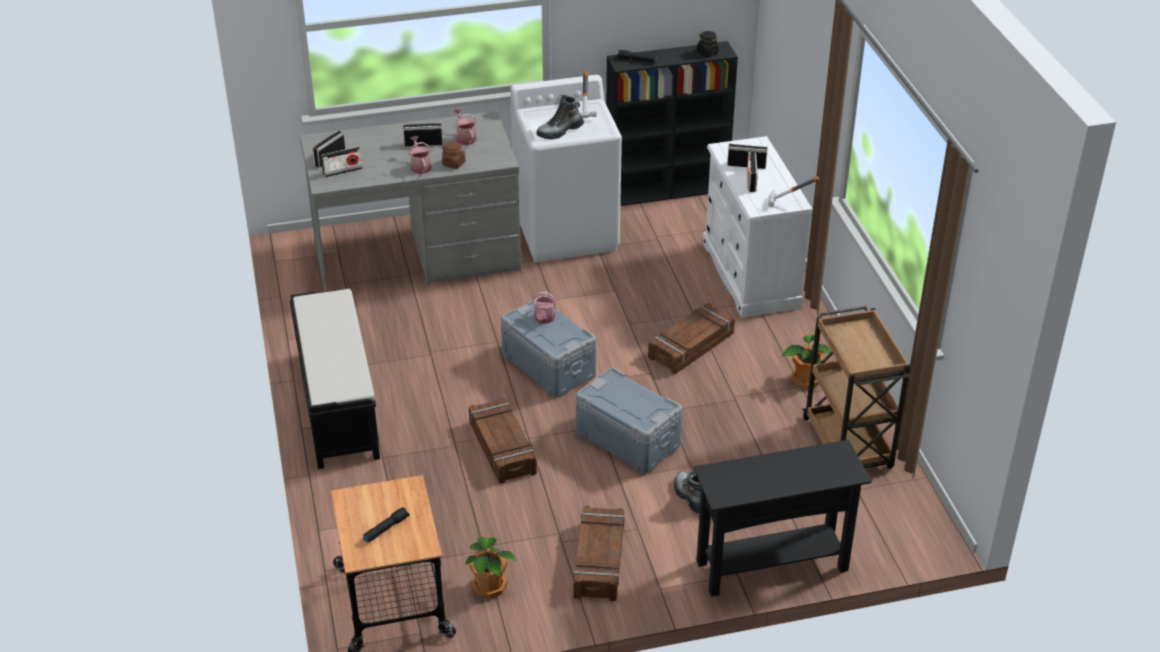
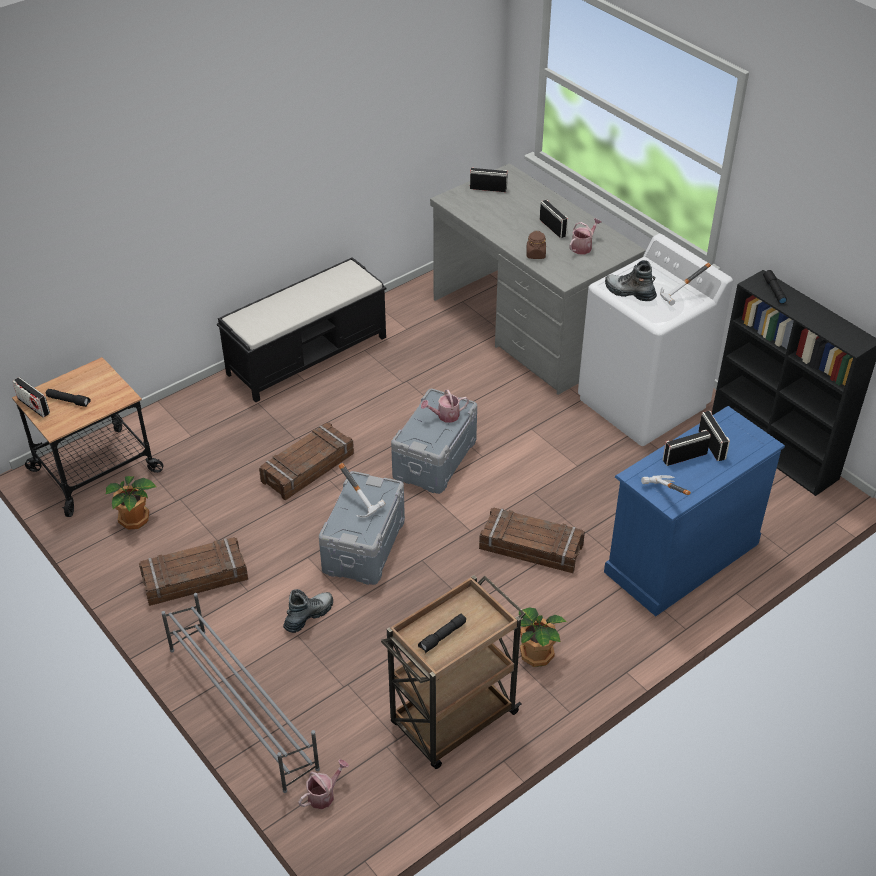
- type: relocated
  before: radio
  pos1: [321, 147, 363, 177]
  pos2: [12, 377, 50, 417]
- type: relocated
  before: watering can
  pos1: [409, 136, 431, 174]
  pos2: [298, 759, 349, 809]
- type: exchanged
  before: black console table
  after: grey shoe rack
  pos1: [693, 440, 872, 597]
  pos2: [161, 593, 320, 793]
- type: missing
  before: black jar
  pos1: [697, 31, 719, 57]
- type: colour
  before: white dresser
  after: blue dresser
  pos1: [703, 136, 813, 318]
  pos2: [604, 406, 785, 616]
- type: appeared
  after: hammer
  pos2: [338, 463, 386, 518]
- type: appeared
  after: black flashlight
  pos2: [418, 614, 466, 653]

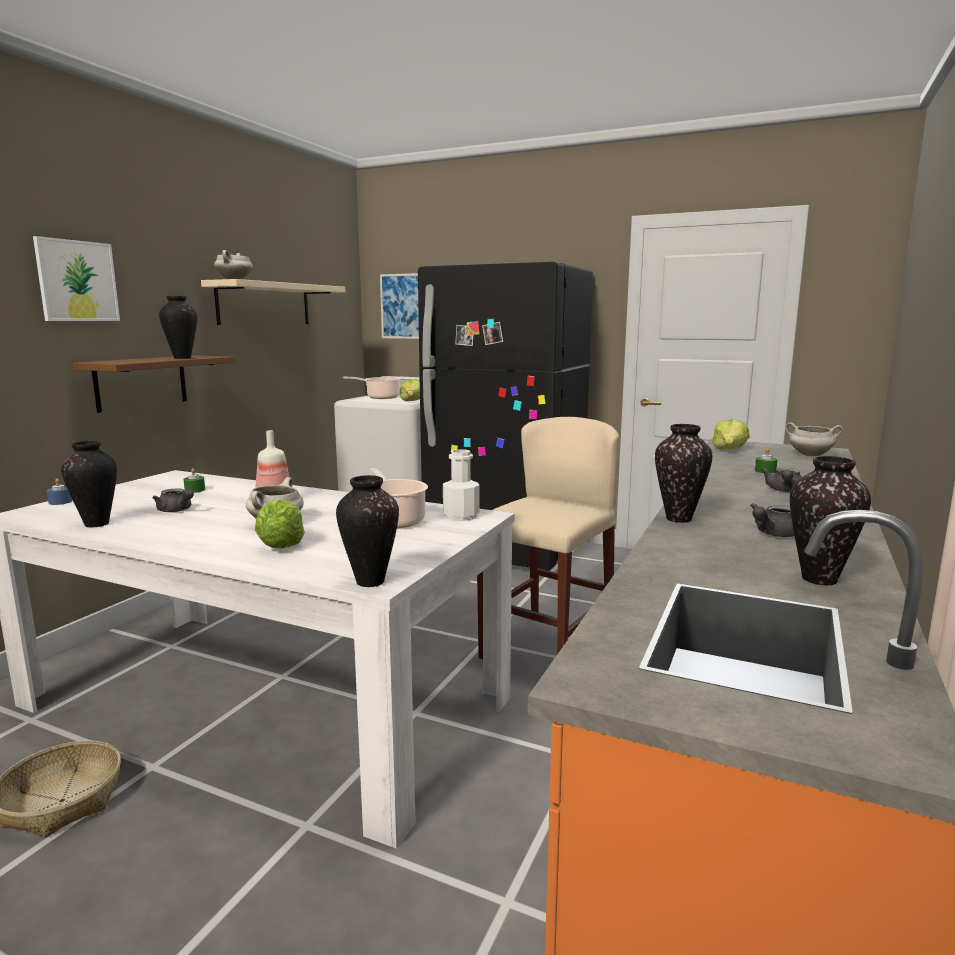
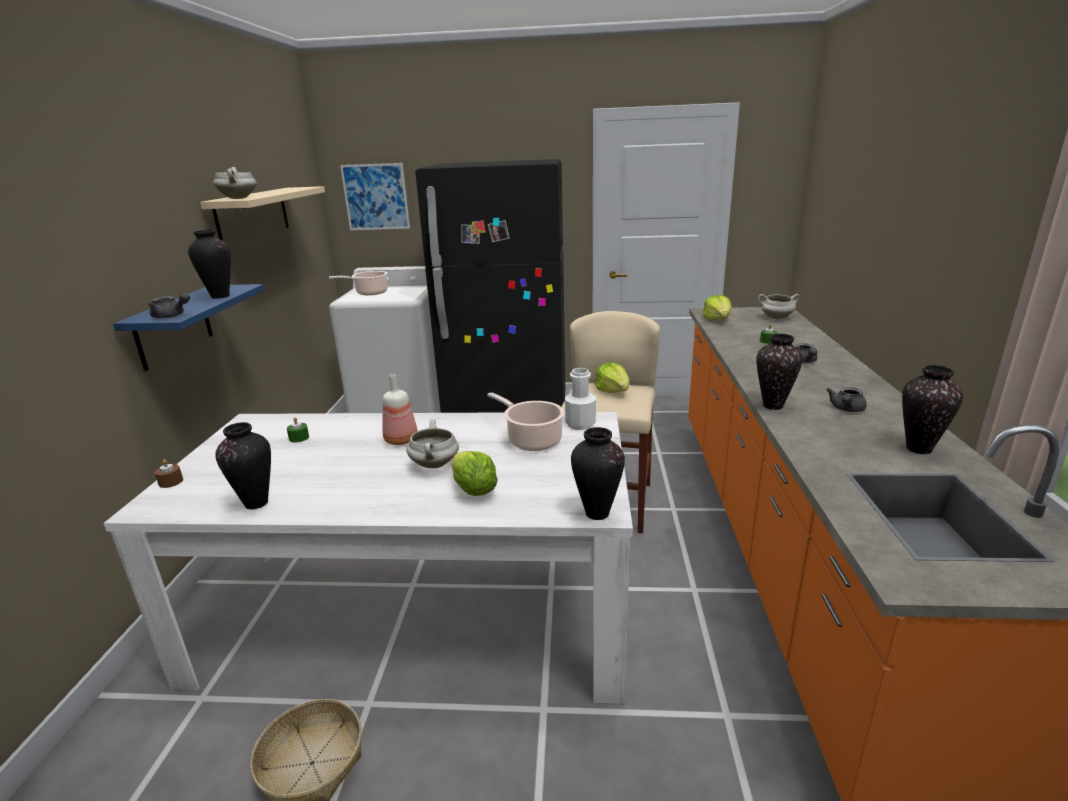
- type: missing
  before: picture
  pos1: [33, 236, 120, 321]
- type: colour
  before: blue candle
  after: brown candle
  pos1: [47, 478, 72, 505]
  pos2: [155, 459, 183, 488]
- type: colour
  before: brown shelf
  after: blue shelf
  pos1: [72, 355, 235, 413]
  pos2: [113, 284, 264, 371]
- type: relocated
  before: grey teapot
  pos1: [152, 488, 194, 512]
  pos2: [148, 293, 190, 318]
- type: relocated
  before: lettuce
  pos1: [400, 379, 420, 401]
  pos2: [595, 362, 629, 393]

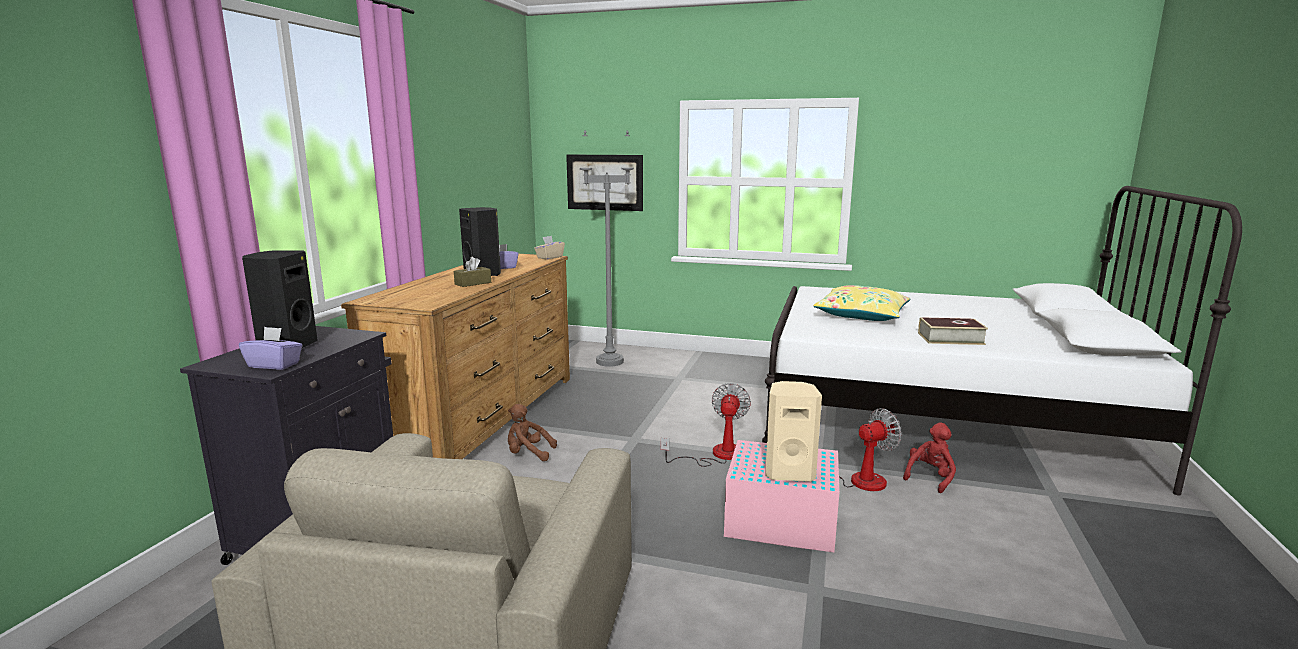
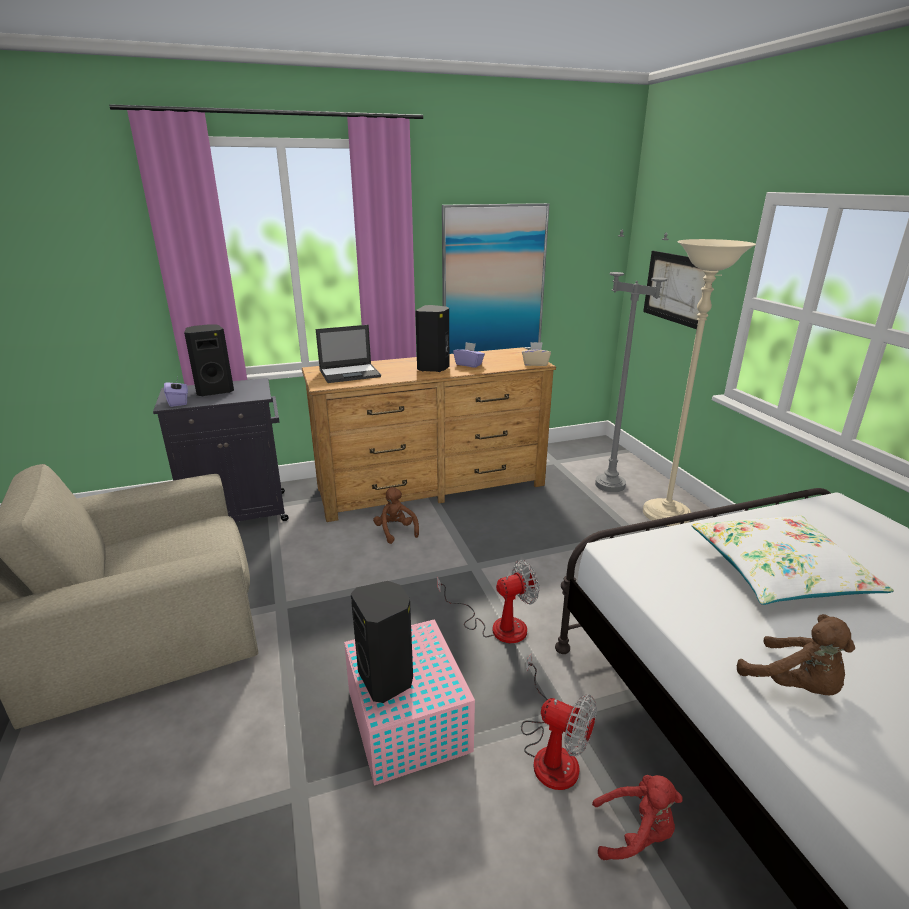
- type: missing
  before: brown tissue box
  pos1: [454, 257, 491, 287]
- type: colour
  before: beige speaker
  after: black speaker
  pos1: [765, 381, 822, 482]
  pos2: [351, 581, 413, 703]
- type: colour
  before: yellow pillow
  after: white pillow
  pos1: [814, 285, 911, 321]
  pos2: [692, 516, 894, 605]
- type: exchanged
  before: book
  after: brown plush toy
  pos1: [918, 317, 988, 345]
  pos2: [737, 614, 855, 695]
- type: appeared
  after: laptop
  pos2: [316, 325, 381, 383]
- type: appeared
  after: picture
  pos2: [442, 203, 549, 354]
- type: appeared
  after: beige floor lamp
  pos2: [643, 239, 756, 526]

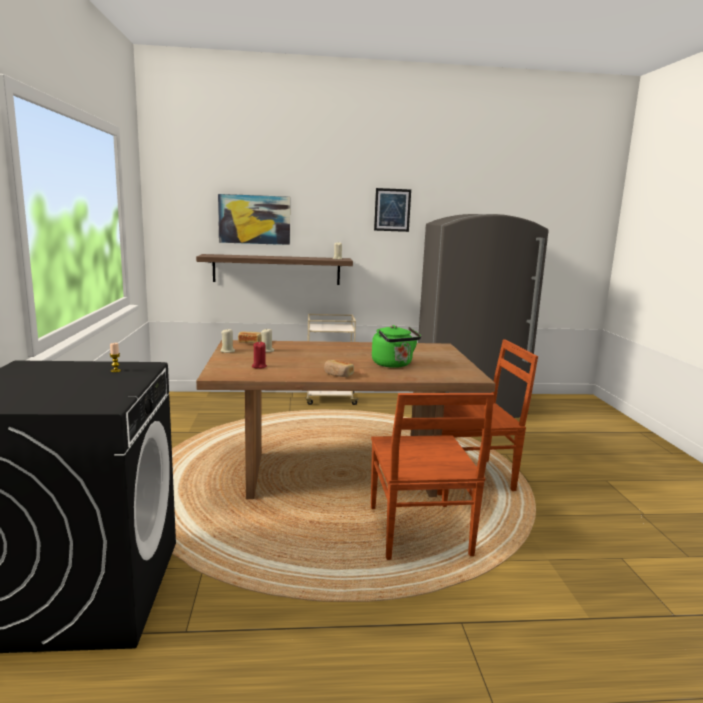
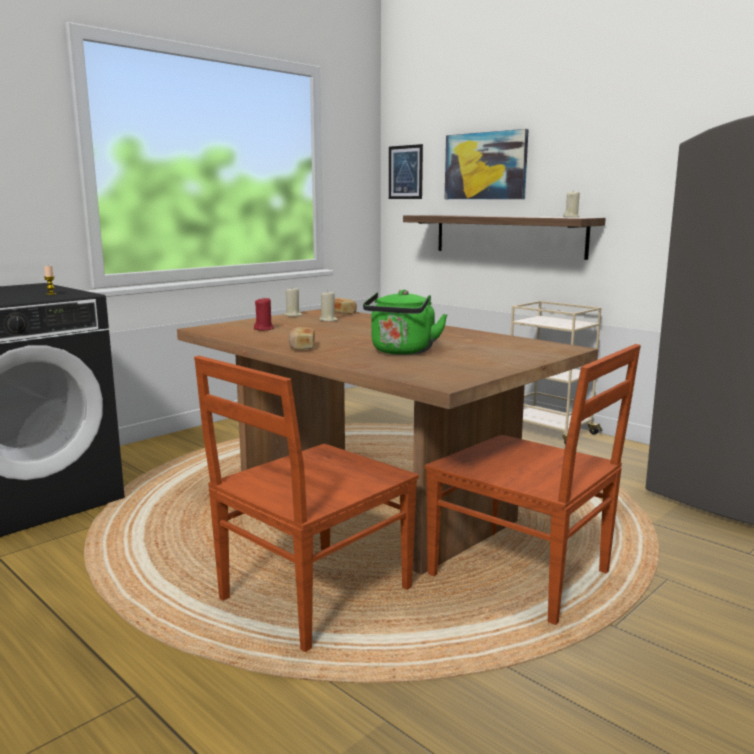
- type: relocated
  before: picture
  pos1: [374, 188, 411, 232]
  pos2: [389, 144, 423, 199]

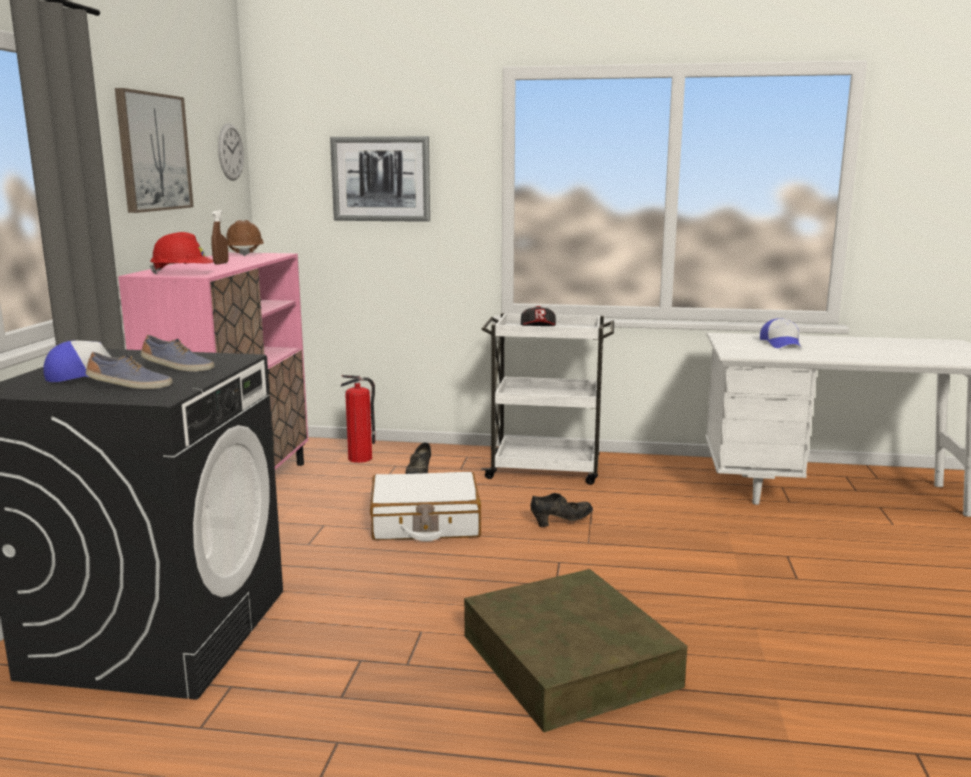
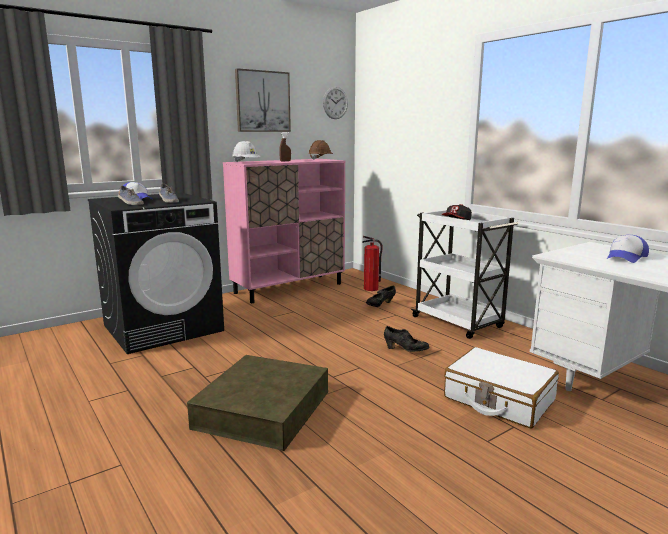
- type: colour
  before: red hard hat
  after: white hard hat
  pos1: [150, 232, 213, 274]
  pos2: [232, 141, 260, 162]
- type: missing
  before: picture
  pos1: [330, 136, 430, 222]
- type: relocated
  before: white suitcase
  pos1: [370, 472, 481, 541]
  pos2: [444, 347, 559, 428]

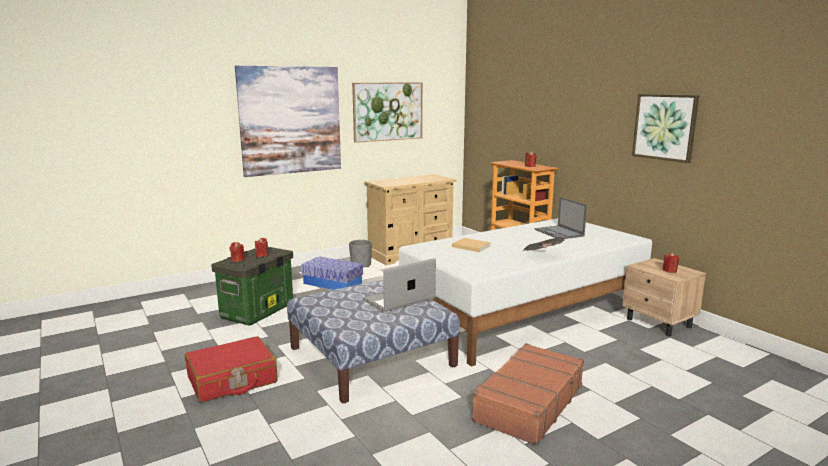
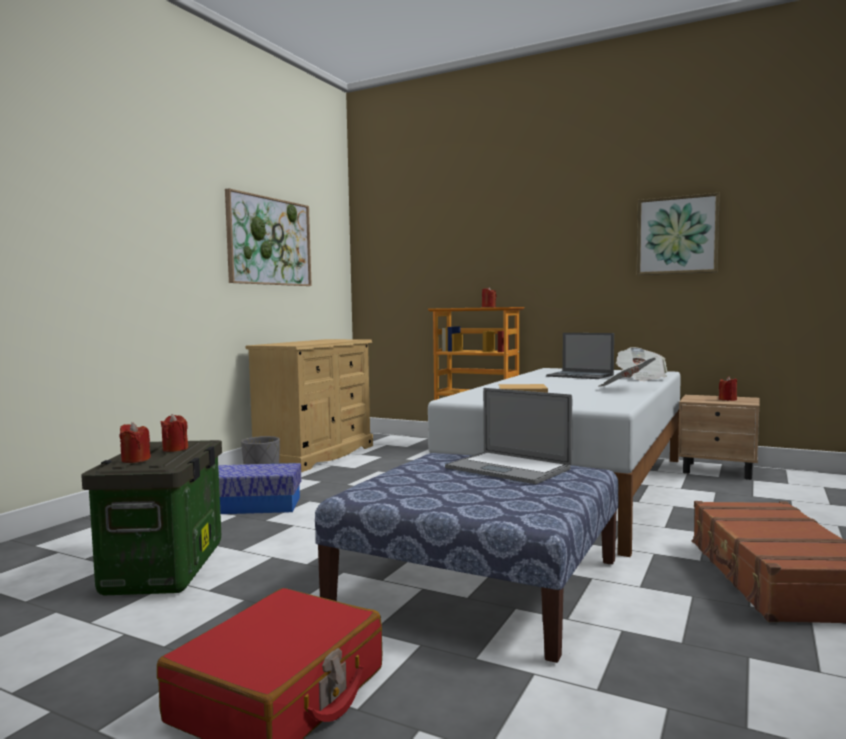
- type: missing
  before: picture
  pos1: [235, 66, 341, 177]
- type: spun
  before: laptop
  pos1: [362, 258, 436, 313]
  pos2: [445, 388, 572, 484]
  turn: -75
- type: appeared
  after: newspaper
  pos2: [616, 347, 667, 381]

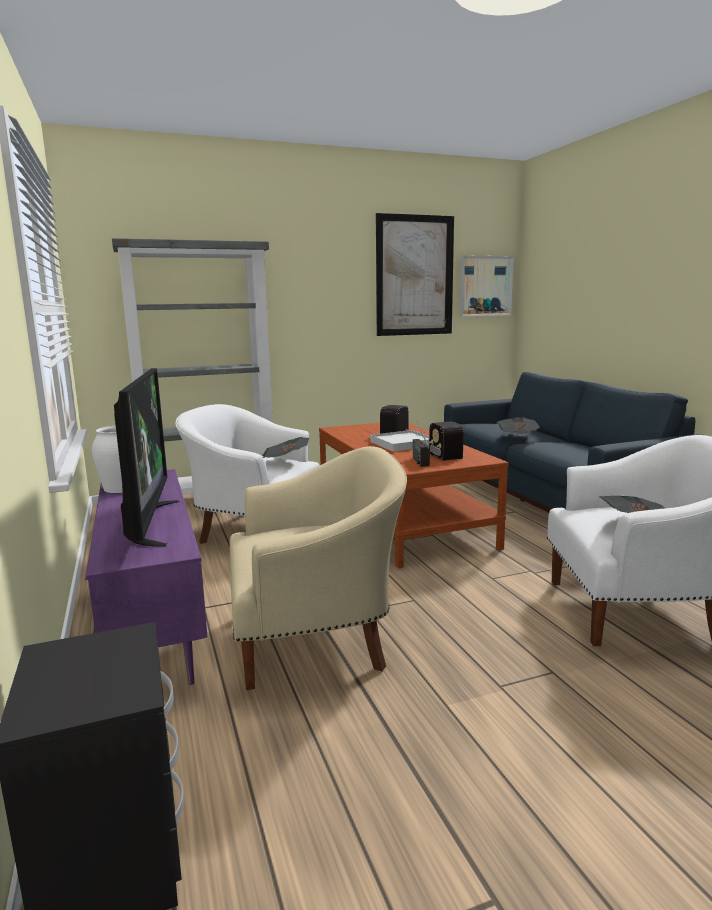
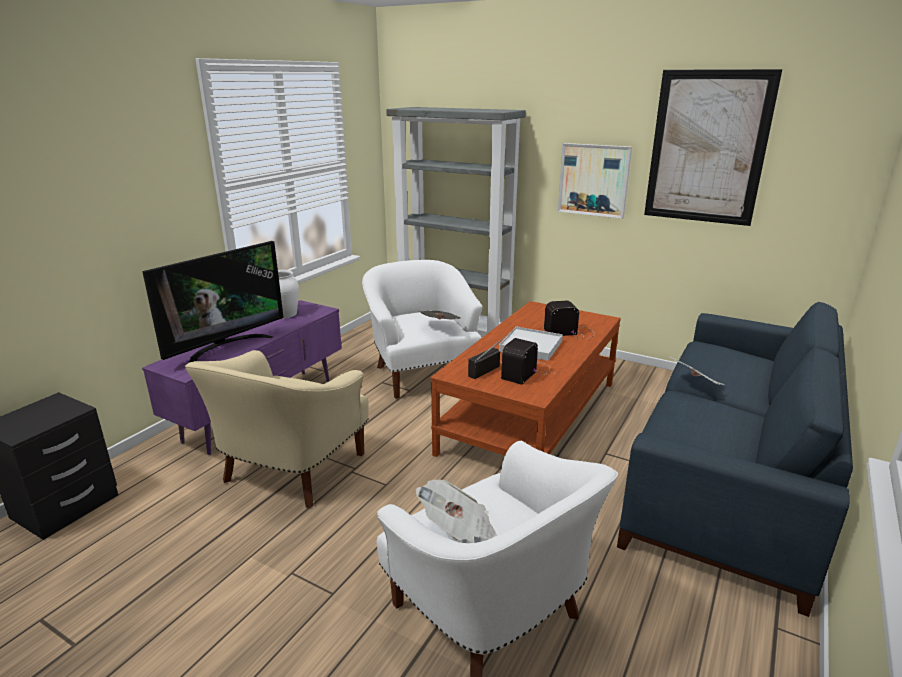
- type: spun
  before: beige armchair
  pos1: [229, 446, 407, 690]
  pos2: [185, 350, 369, 508]
  turn: 75
- type: relocated
  before: picture
  pos1: [460, 255, 514, 317]
  pos2: [558, 143, 632, 219]

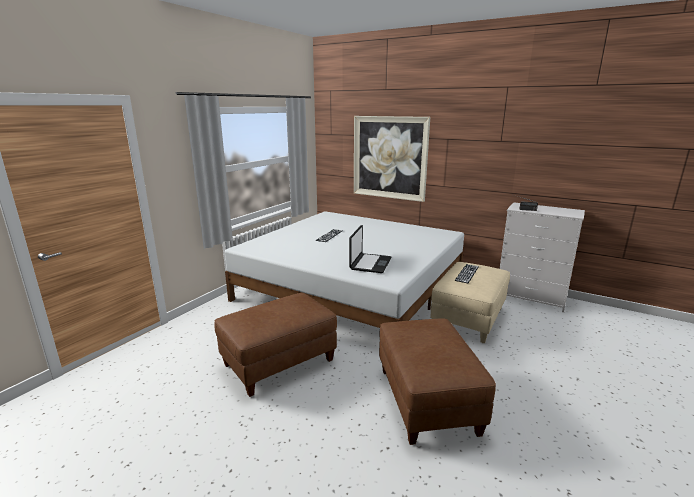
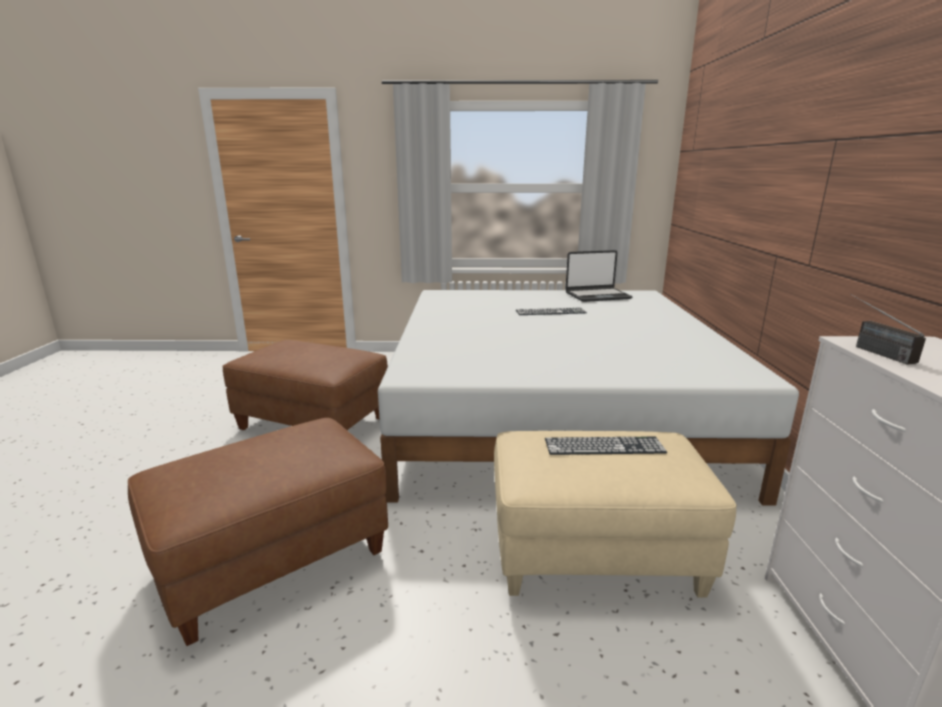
- type: relocated
  before: laptop
  pos1: [349, 225, 392, 273]
  pos2: [565, 250, 632, 302]
- type: missing
  before: picture
  pos1: [354, 116, 430, 202]

